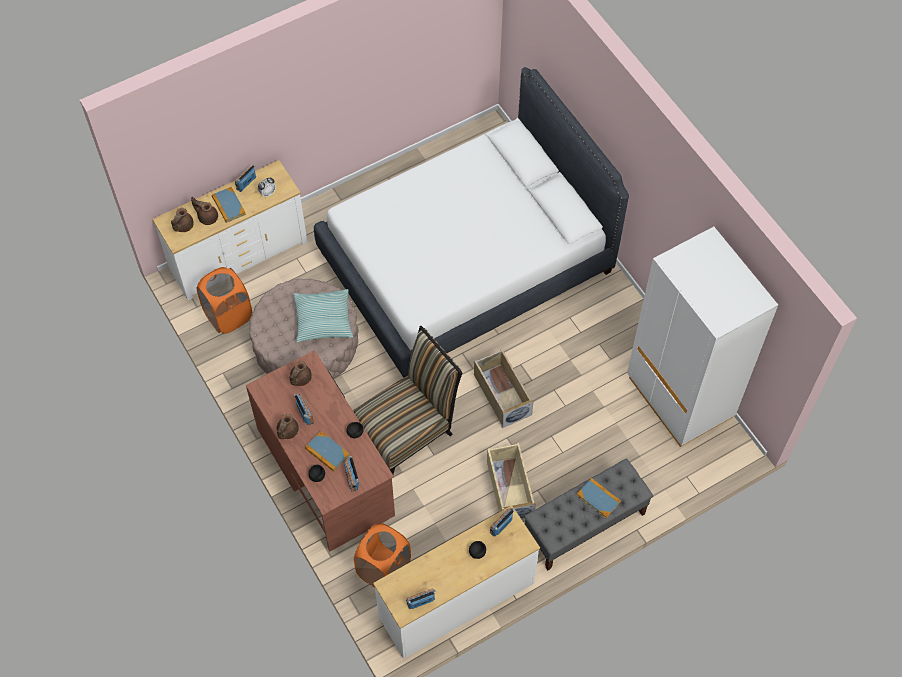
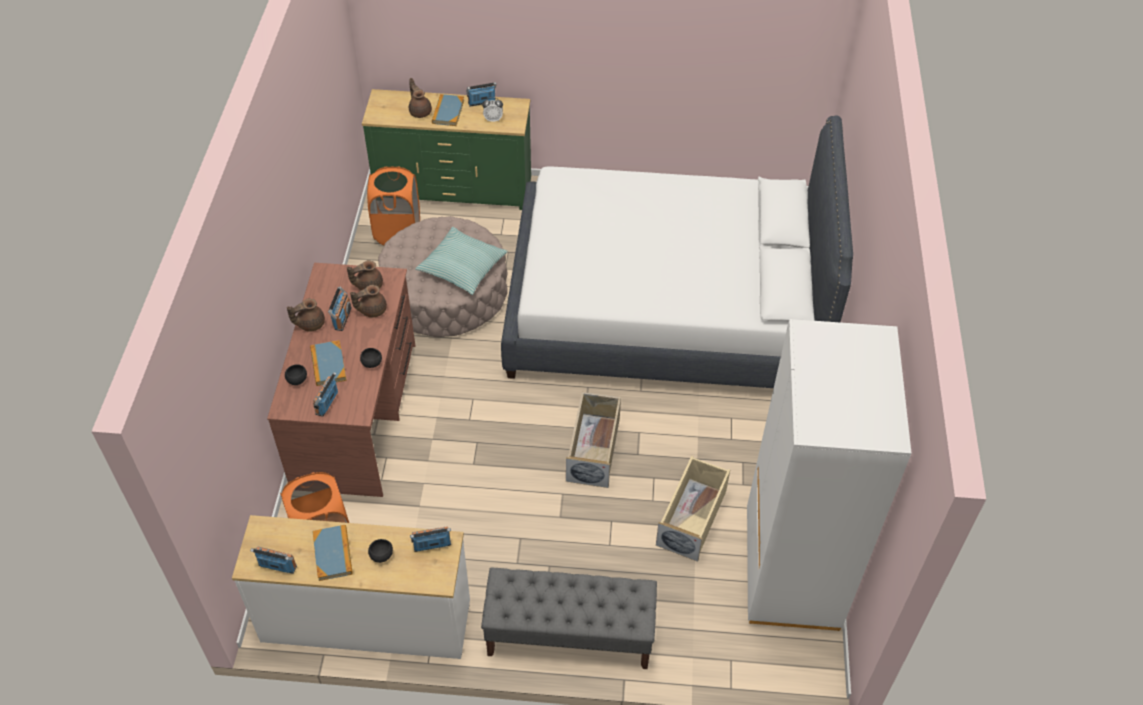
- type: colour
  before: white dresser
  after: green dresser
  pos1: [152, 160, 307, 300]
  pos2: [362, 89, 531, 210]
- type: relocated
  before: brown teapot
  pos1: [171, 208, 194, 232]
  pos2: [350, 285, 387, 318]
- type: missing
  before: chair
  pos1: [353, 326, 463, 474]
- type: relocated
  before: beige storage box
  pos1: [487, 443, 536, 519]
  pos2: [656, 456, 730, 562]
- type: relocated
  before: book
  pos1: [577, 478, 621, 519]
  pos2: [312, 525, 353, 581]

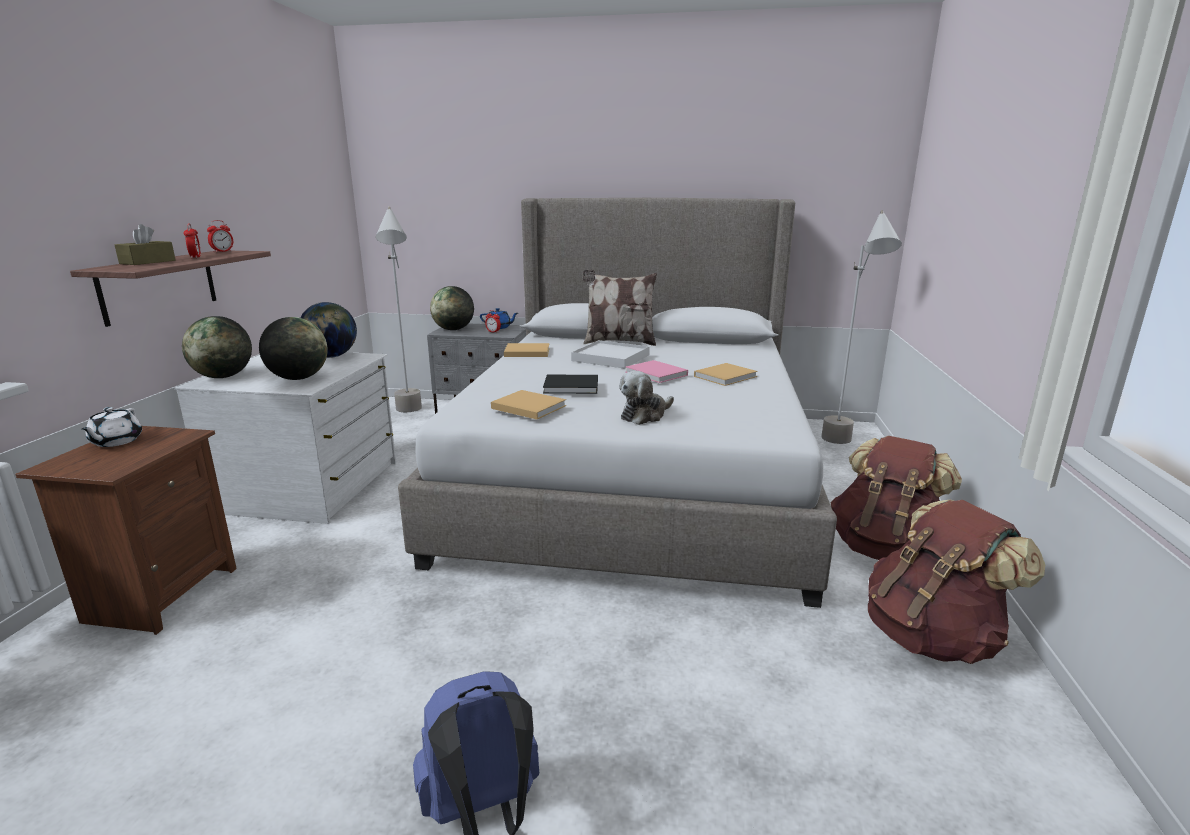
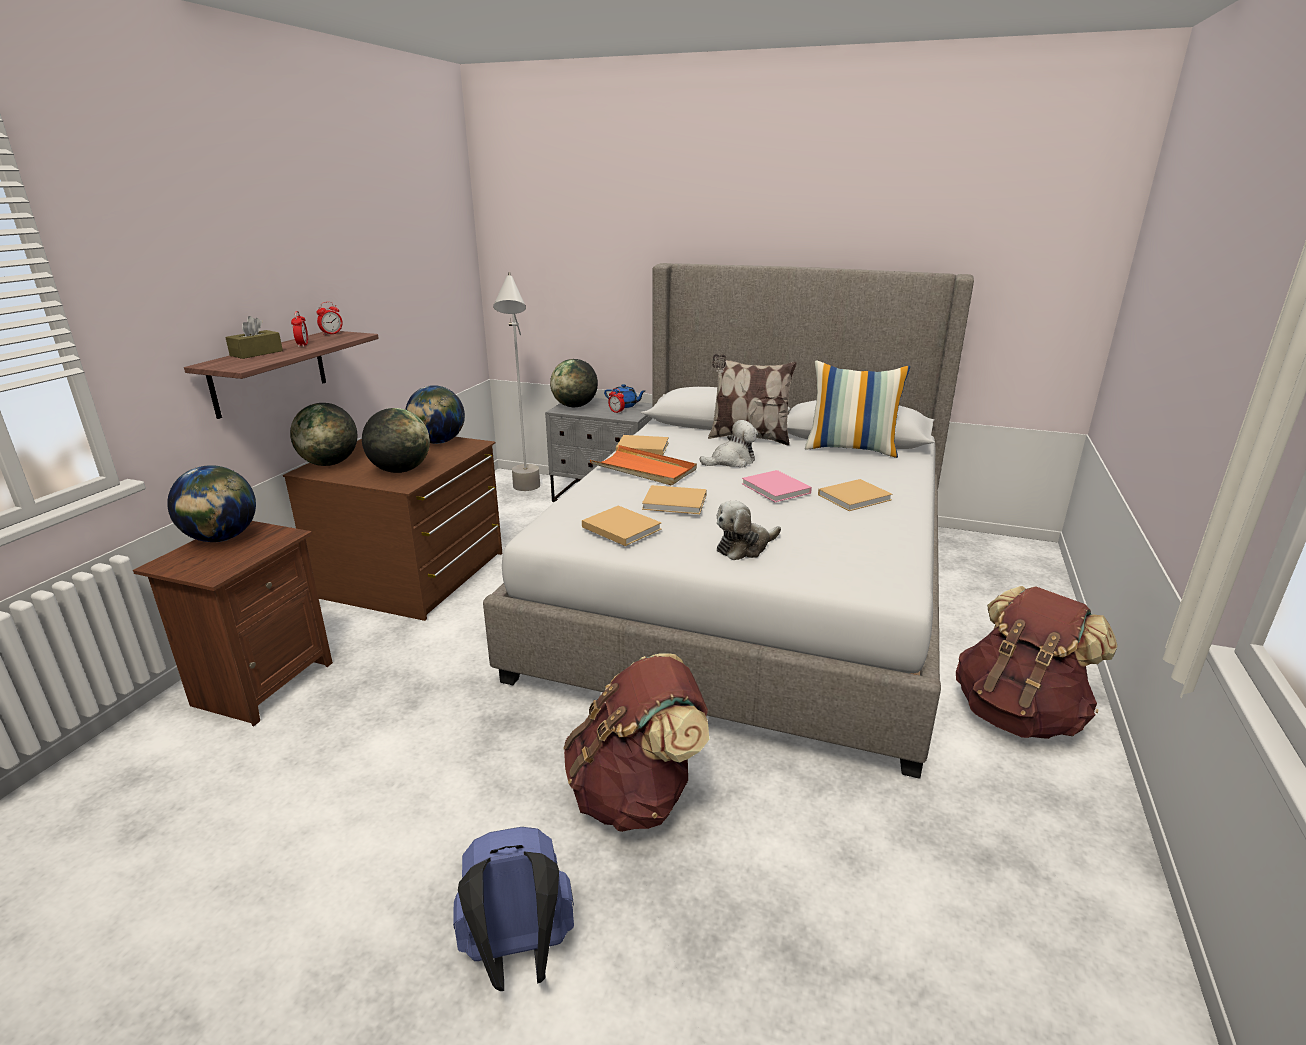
- type: exchanged
  before: white teapot
  after: globe
  pos1: [81, 407, 142, 447]
  pos2: [167, 466, 256, 542]
- type: colour
  before: white dresser
  after: brown dresser
  pos1: [175, 352, 396, 524]
  pos2: [283, 437, 503, 621]
- type: colour
  before: black book
  after: beige book
  pos1: [543, 375, 598, 394]
  pos2: [642, 485, 707, 514]
- type: exchanged
  before: white tray
  after: plush toy
  pos1: [571, 340, 650, 369]
  pos2: [699, 420, 758, 468]
- type: missing
  before: grey floor lamp
  pos1: [821, 210, 902, 444]
- type: relocated
  before: brown backpack
  pos1: [868, 500, 1045, 664]
  pos2: [563, 654, 709, 832]
- type: appeared
  after: orange tray
  pos2: [590, 445, 697, 485]
- type: appeared
  after: pillow
  pos2: [805, 360, 910, 458]

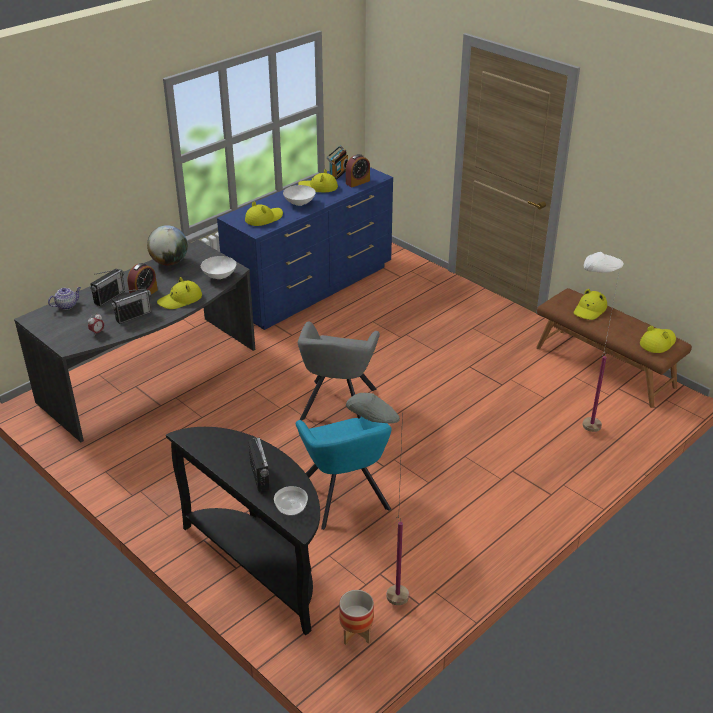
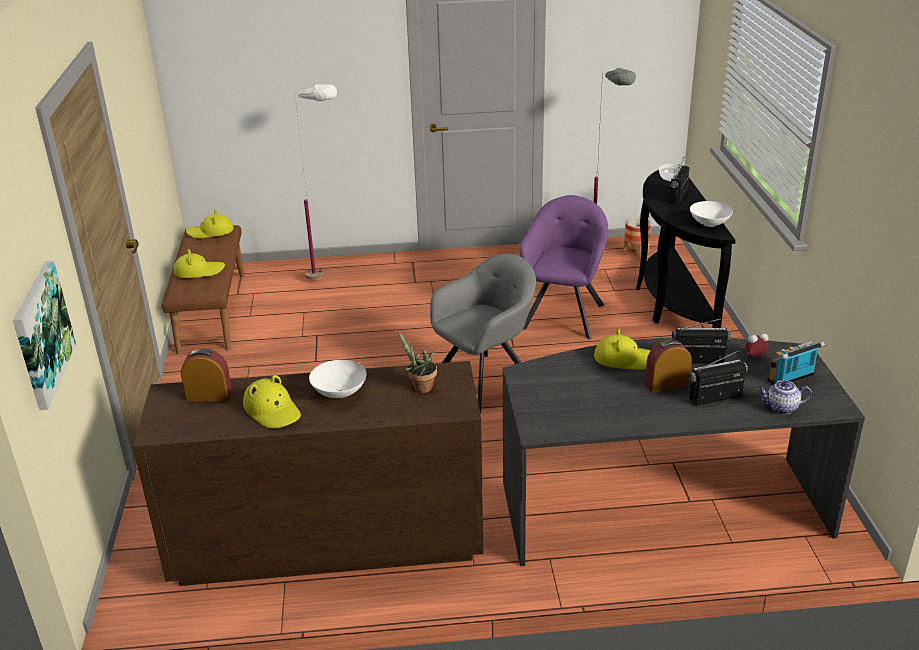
- type: missing
  before: globe
  pos1: [147, 225, 188, 266]
- type: relocated
  before: white bowl
  pos1: [201, 256, 236, 279]
  pos2: [690, 201, 733, 227]
- type: colour
  before: blue dresser
  after: brown dresser
  pos1: [217, 167, 393, 330]
  pos2: [133, 361, 484, 586]
- type: exchanged
  before: yellow hat
  after: potted plant
  pos1: [245, 201, 283, 226]
  pos2: [398, 331, 437, 393]
- type: colour
  before: turquoise armchair
  after: purple armchair
  pos1: [296, 417, 392, 530]
  pos2: [520, 195, 608, 340]
- type: relocated
  before: radio
  pos1: [326, 145, 348, 180]
  pos2: [767, 341, 826, 385]
- type: appeared
  after: picture
  pos2: [13, 260, 76, 410]

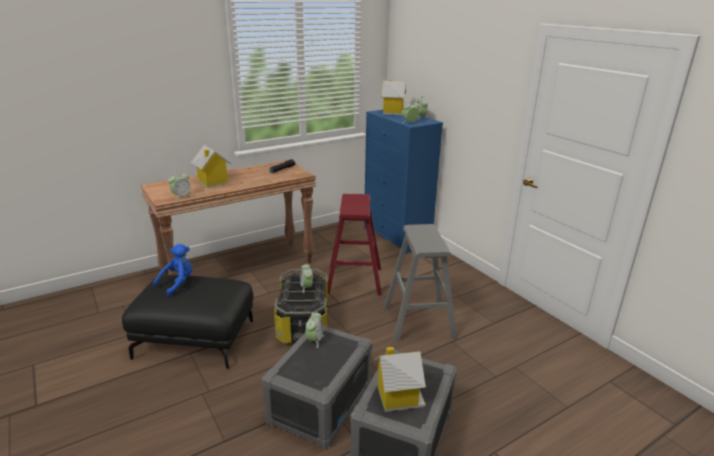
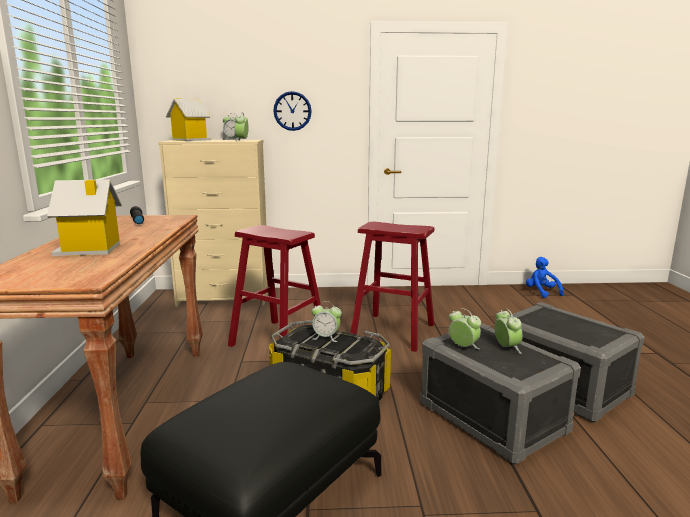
- type: relocated
  before: blue plush toy
  pos1: [153, 244, 193, 296]
  pos2: [526, 257, 564, 298]
- type: relocated
  before: alarm clock
  pos1: [168, 171, 191, 200]
  pos2: [495, 309, 523, 354]
- type: colour
  before: blue dresser
  after: beige dresser
  pos1: [364, 110, 443, 254]
  pos2: [158, 140, 268, 307]
- type: missing
  before: toy house
  pos1: [374, 347, 426, 412]
- type: colour
  before: grey stool
  after: red stool
  pos1: [384, 224, 457, 342]
  pos2: [350, 222, 434, 352]
- type: appeared
  after: wall clock
  pos2: [273, 91, 312, 131]

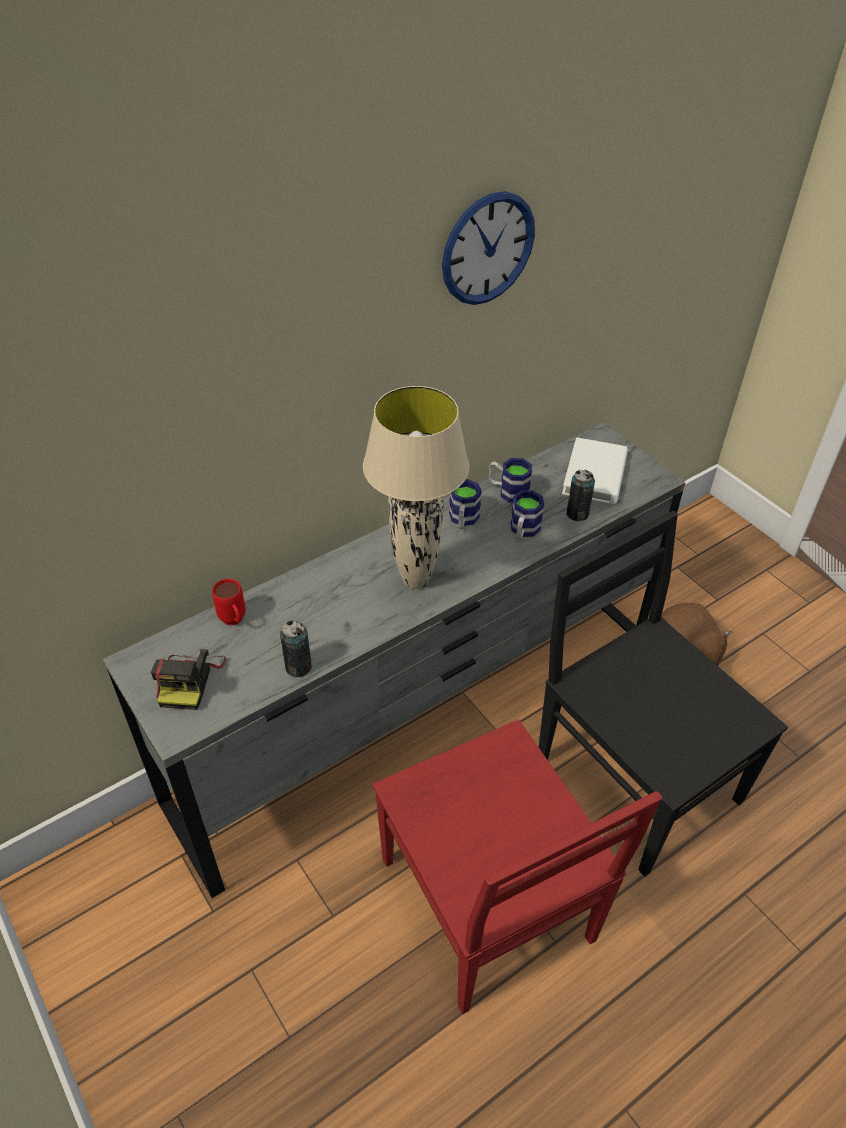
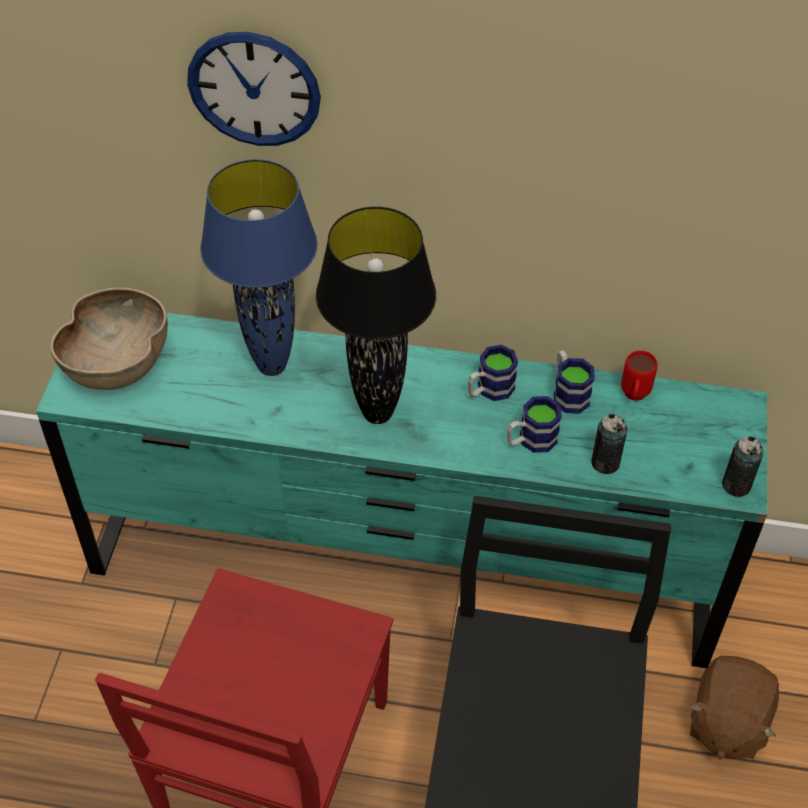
- type: colour
  before: grey dresser
  after: turquoise dresser
  pos1: [103, 423, 685, 898]
  pos2: [36, 313, 767, 668]
- type: exchanged
  before: photo camera
  after: brown bowl
  pos1: [151, 649, 226, 710]
  pos2: [50, 287, 168, 390]
- type: relocated
  before: red mug
  pos1: [212, 579, 246, 625]
  pos2: [621, 350, 658, 401]
- type: relocated
  before: can
  pos1: [280, 620, 312, 677]
  pos2: [722, 436, 764, 497]
- type: colour
  before: beige table lamp
  after: black table lamp
  pos1: [363, 386, 469, 589]
  pos2: [316, 207, 436, 424]
- type: relocated
  before: wall clock
  pos1: [442, 191, 535, 305]
  pos2: [187, 32, 321, 146]
- type: missing
  before: white book
  pos1: [562, 437, 628, 504]
- type: appeared
  after: blue table lamp
  pos2: [200, 159, 318, 376]

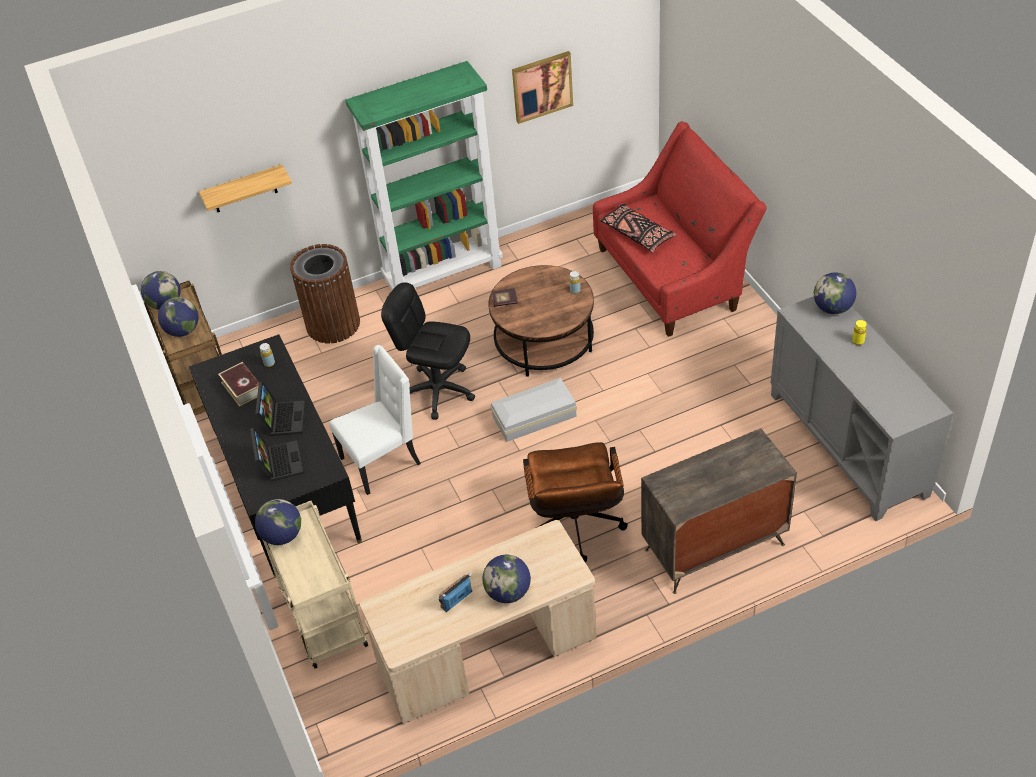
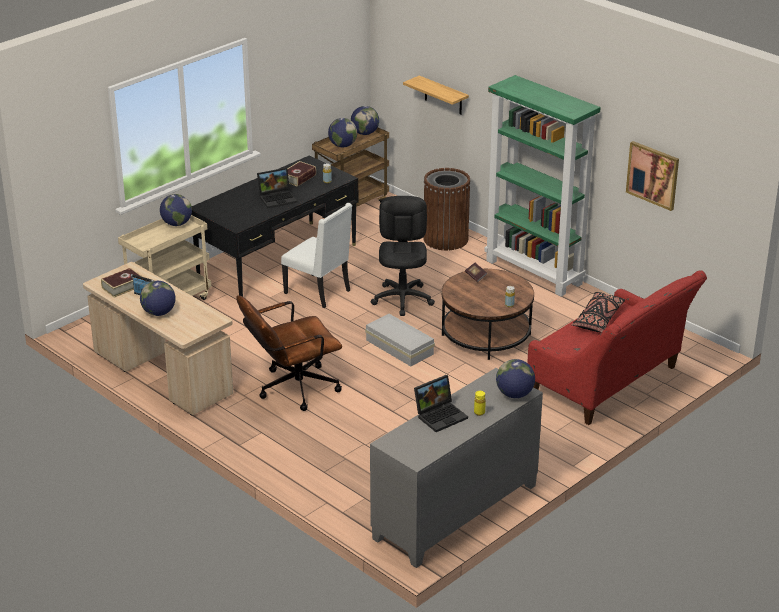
- type: relocated
  before: laptop
  pos1: [250, 427, 304, 482]
  pos2: [414, 375, 468, 432]
- type: missing
  before: dresser
  pos1: [641, 428, 797, 594]
- type: appeared
  after: book
  pos2: [101, 268, 143, 298]

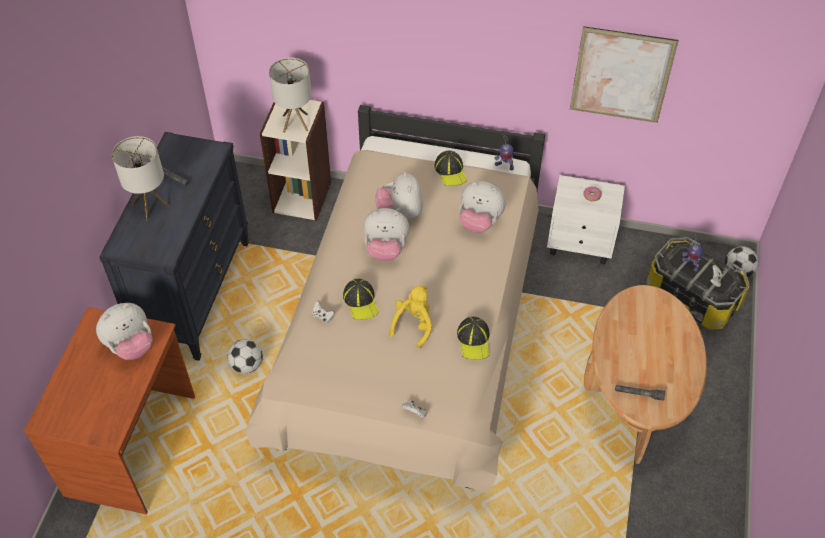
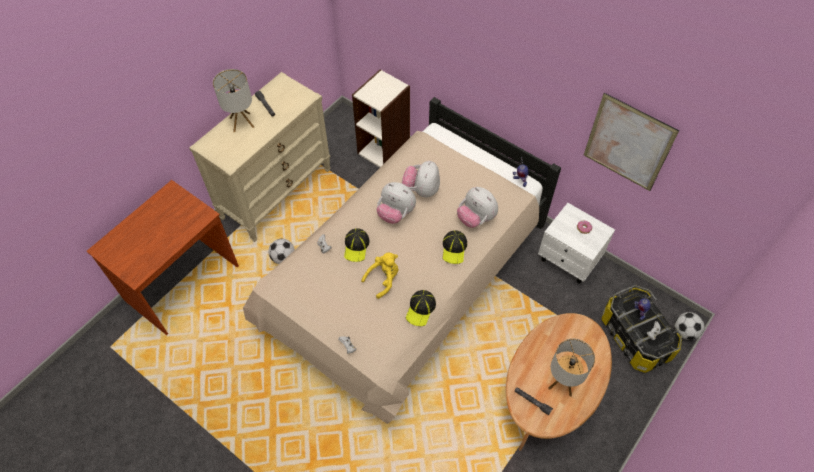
- type: missing
  before: plush toy
  pos1: [96, 303, 153, 360]
- type: colour
  before: black dresser
  after: beige dresser
  pos1: [99, 132, 249, 361]
  pos2: [189, 72, 330, 242]
- type: relocated
  before: table lamp
  pos1: [269, 58, 311, 133]
  pos2: [548, 339, 595, 397]
- type: relocated
  before: cap
  pos1: [435, 151, 467, 186]
  pos2: [443, 230, 467, 264]

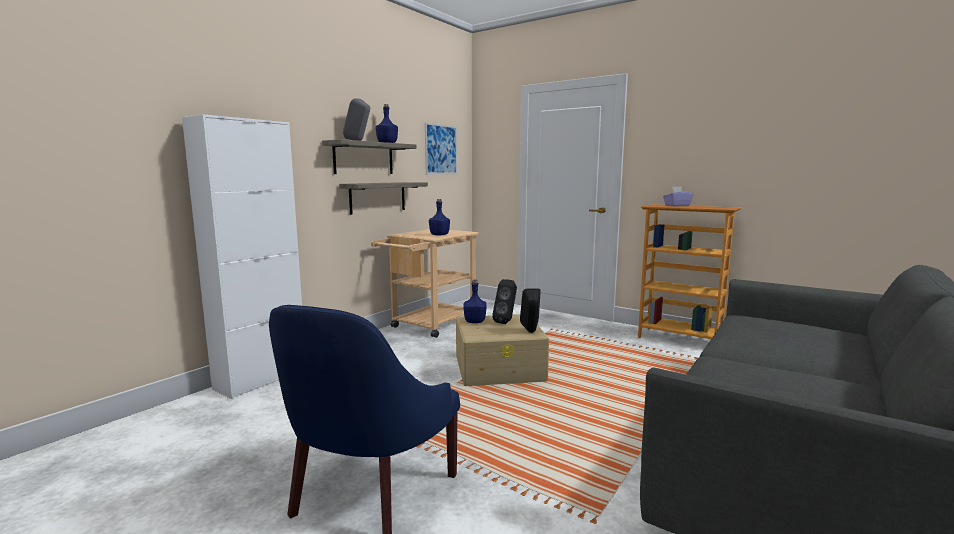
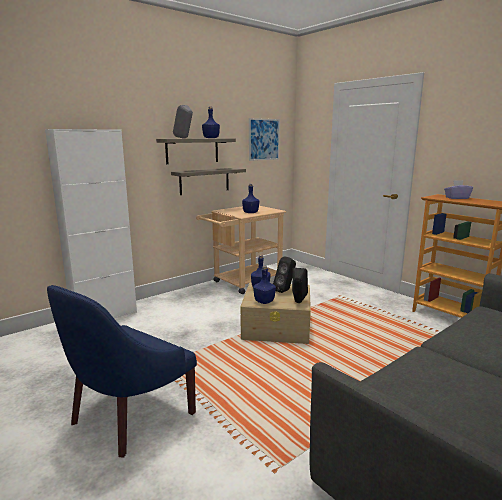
- type: appeared
  after: blue bottle
  pos2: [253, 266, 276, 304]

